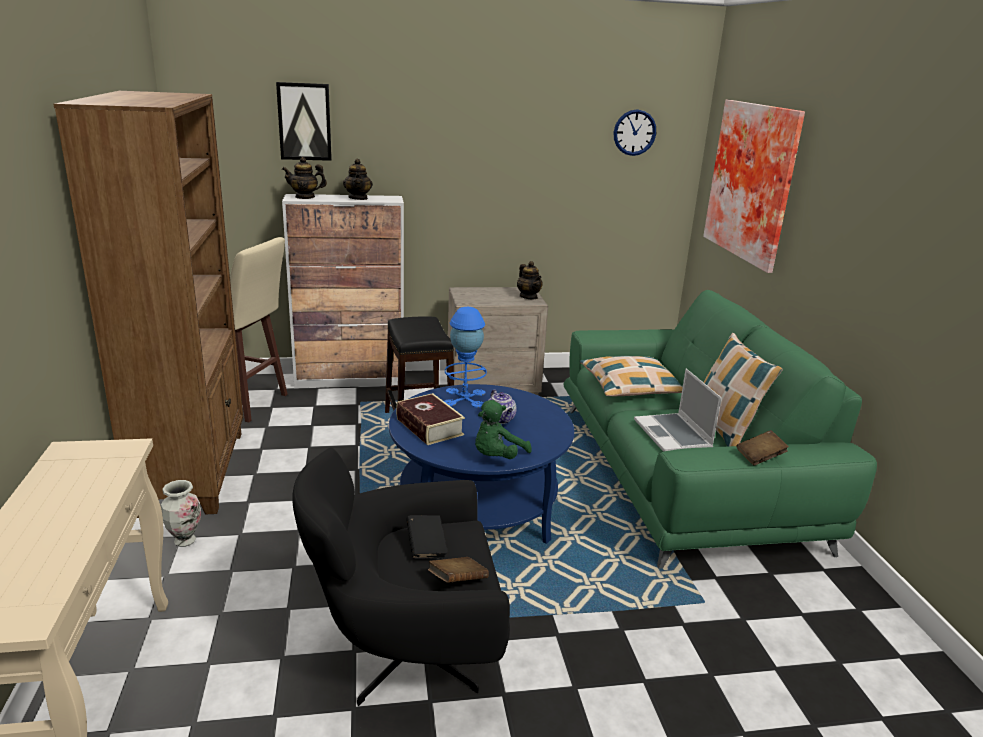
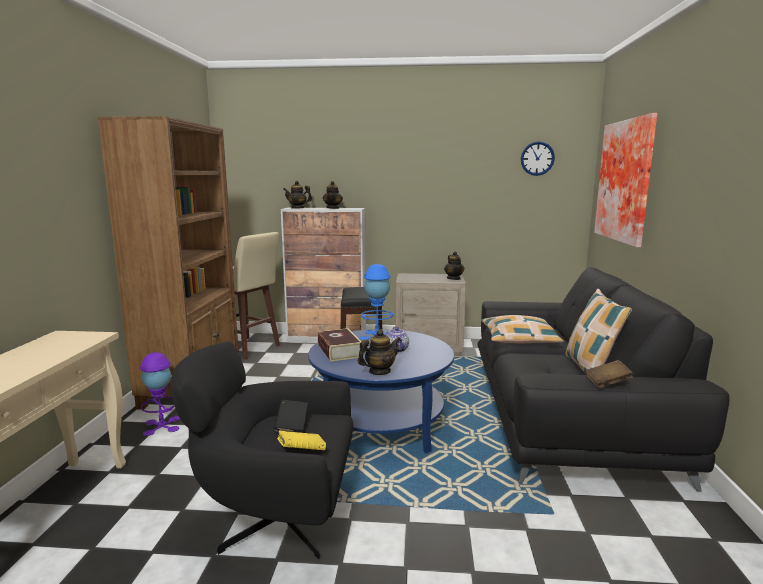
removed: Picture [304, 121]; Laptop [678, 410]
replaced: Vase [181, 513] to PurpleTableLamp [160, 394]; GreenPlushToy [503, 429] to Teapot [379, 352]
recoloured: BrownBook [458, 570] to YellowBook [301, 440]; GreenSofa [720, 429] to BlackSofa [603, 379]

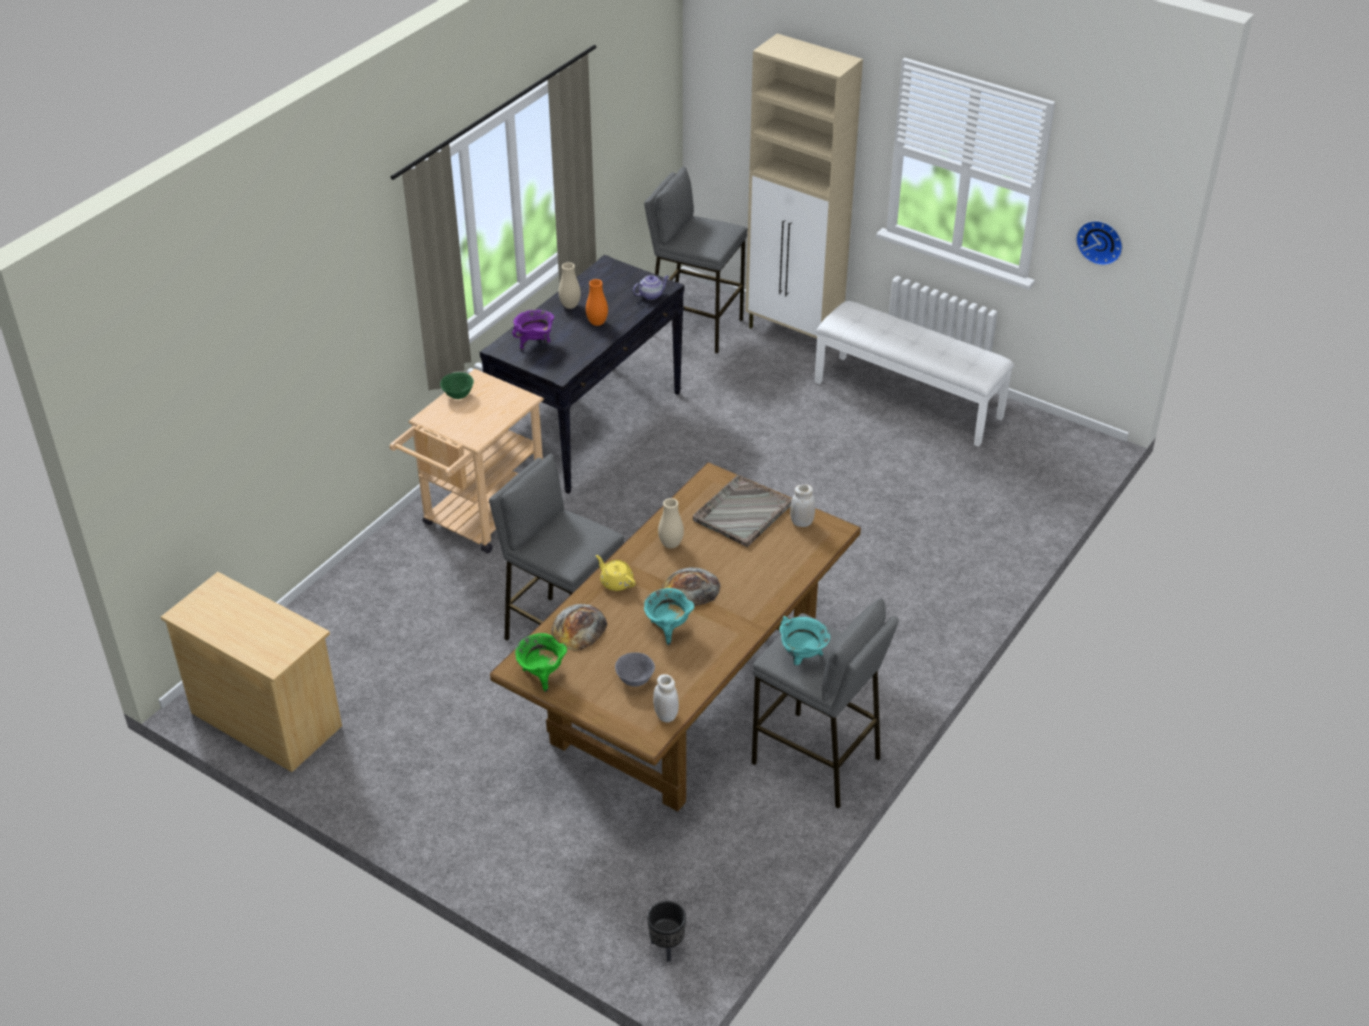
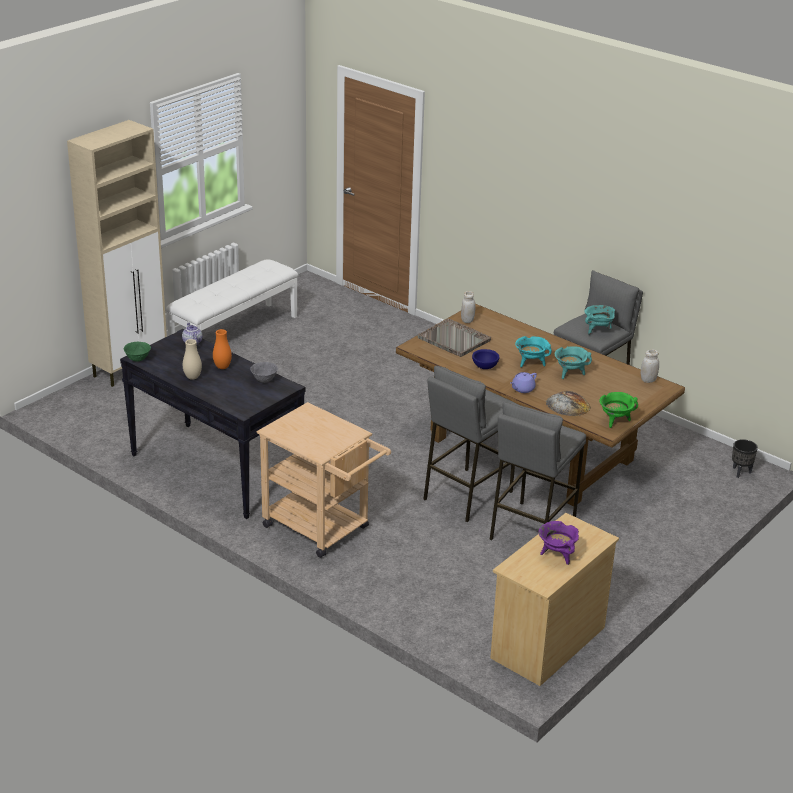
removed: WallClock [1099, 243]
moved: GreenBowl [457, 385] to [137, 352]; GreyBowl [635, 669] to [264, 372]; GreyStool [696, 260] to [537, 471]; PurpleCookingPot [533, 330] to [559, 543]
replaced: BeigeVase [671, 523] to BlueBowl [486, 359]; Bread [691, 586] to TurquoiseCookingPot [533, 351]
recoloured: YellowTeapot [616, 573] to PurpleTeapot [524, 382]

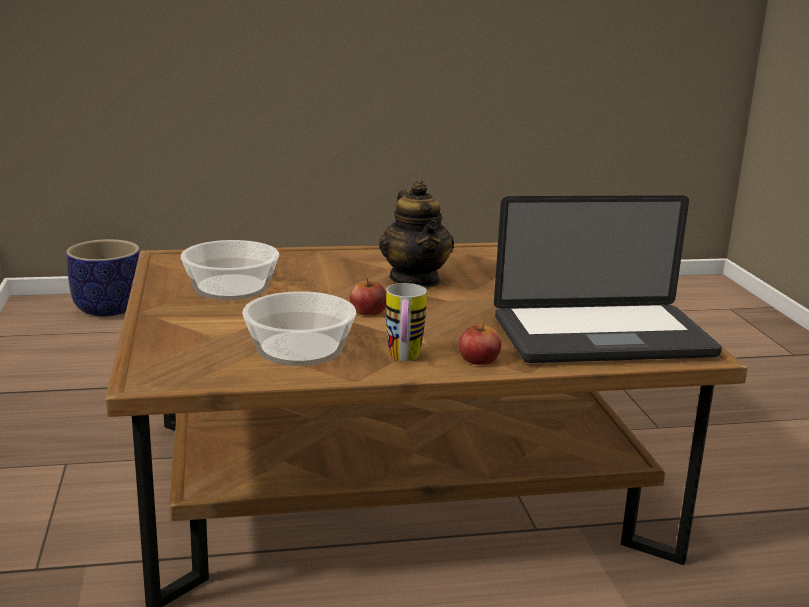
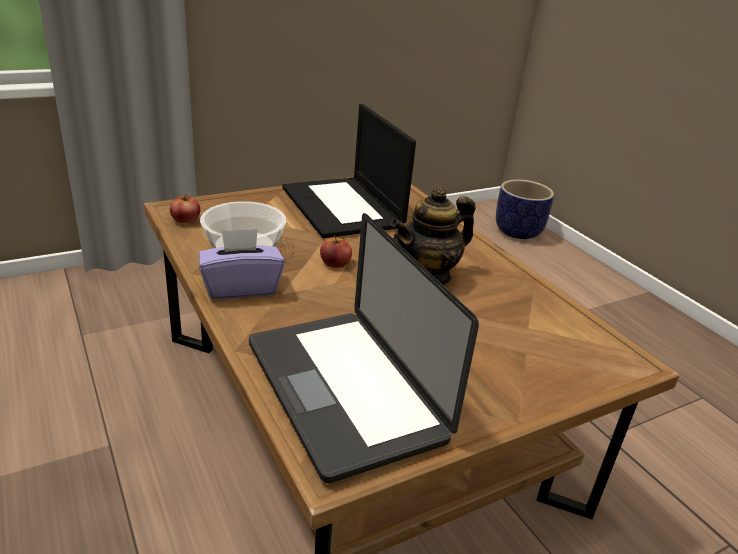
moved: Apple [480, 343] to [185, 208]
replaced: Mug [406, 322] to PurpleTissueBox [242, 264]; Bowl [230, 270] to Laptop [349, 171]

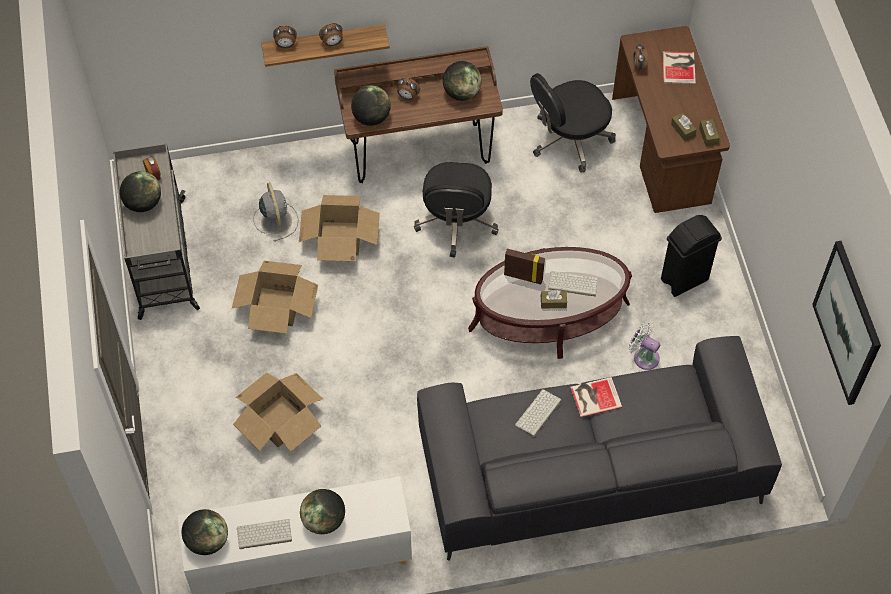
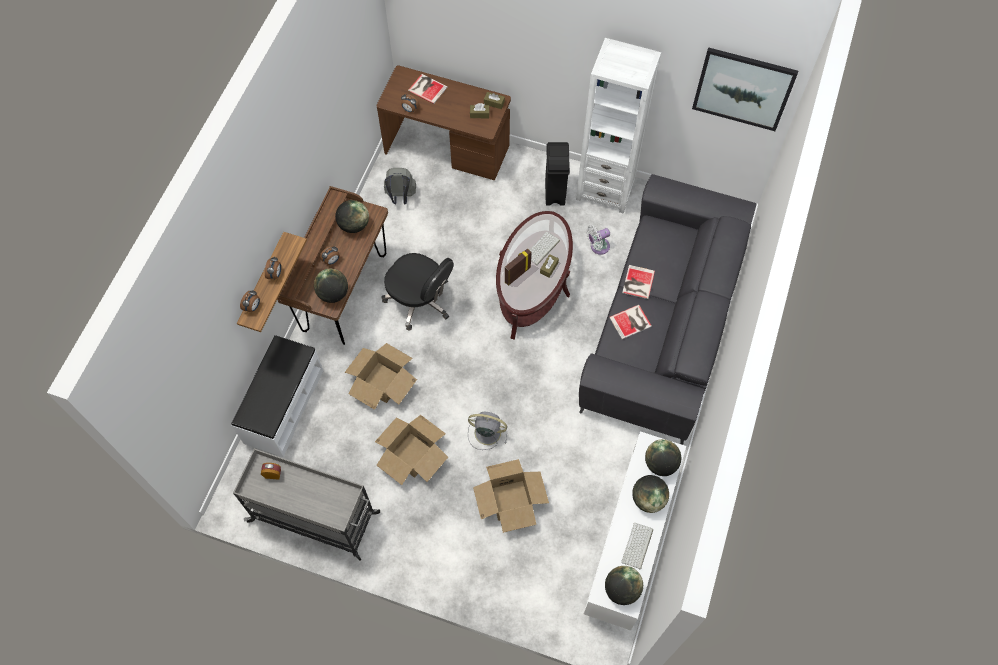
added: WhiteBench [277, 396]; WhiteBookcase [618, 126]
moved: GreyFan [275, 212] to [487, 431]; Globe [140, 191] to [663, 457]
replaced: BlackOfficeChair [573, 122] to GreyBackpack [400, 186]; Keyboard [538, 413] to Book [630, 322]

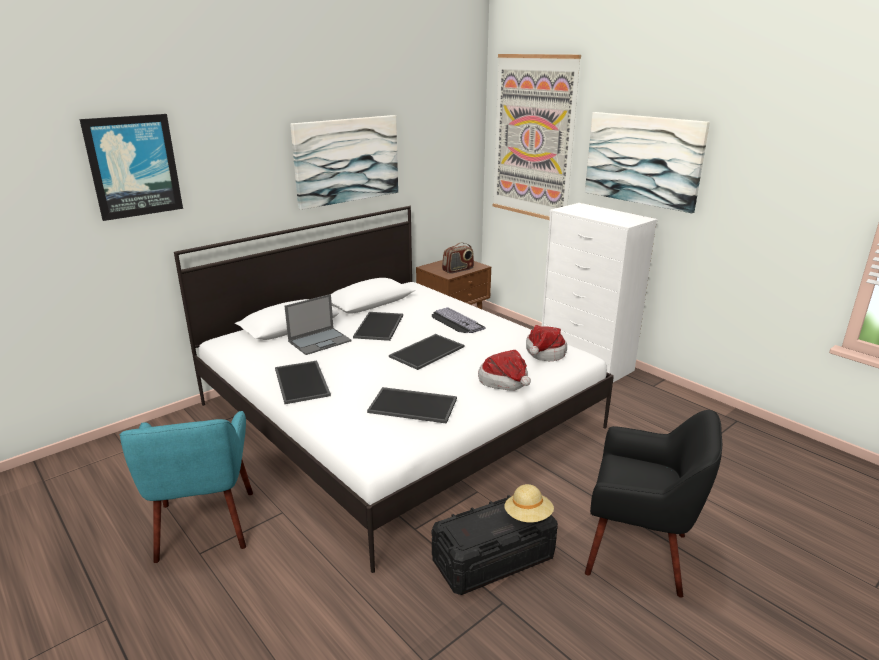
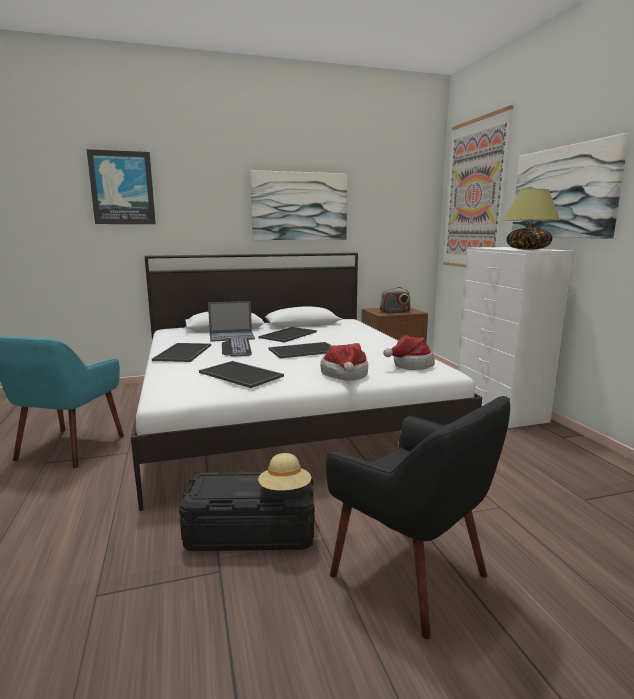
added: TableLamp [531, 219]
moved: Keyboard [459, 320] to [237, 347]

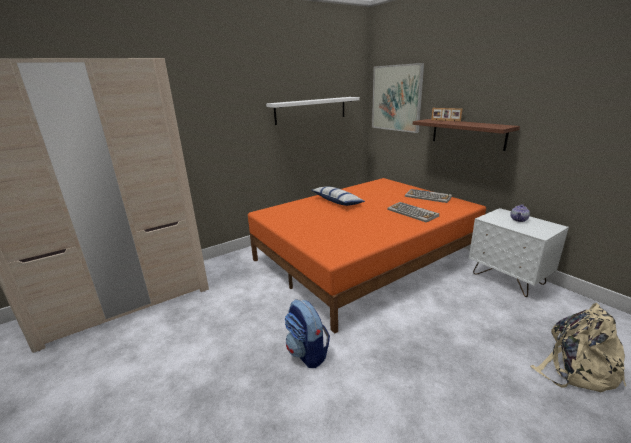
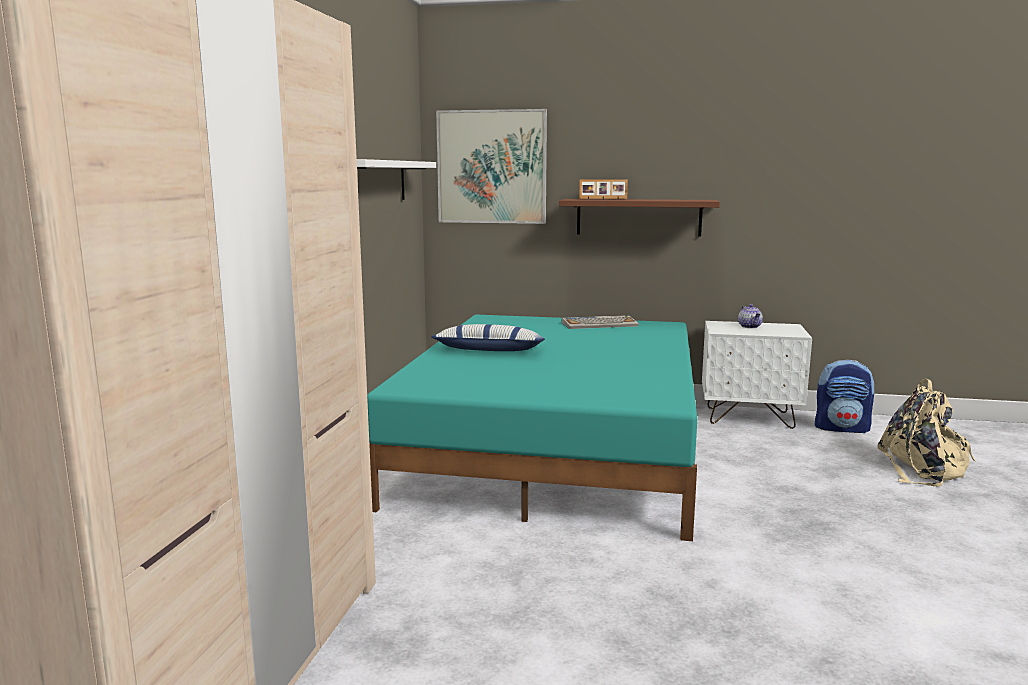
removed: Keyboard [413, 212]
moved: Backpack [307, 333] to [845, 396]
recoloured: OrangeBed [367, 256] to TurquoiseBed [532, 428]

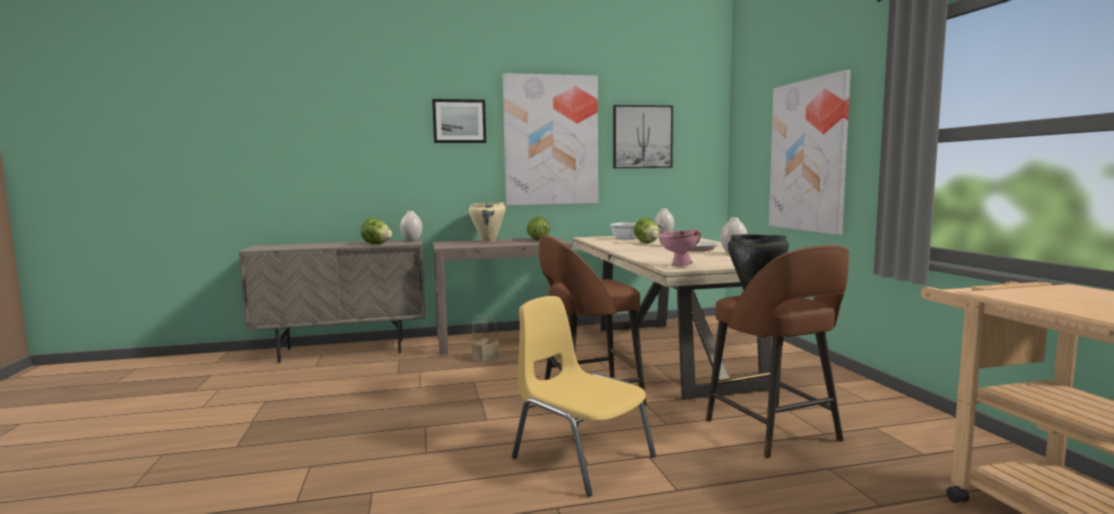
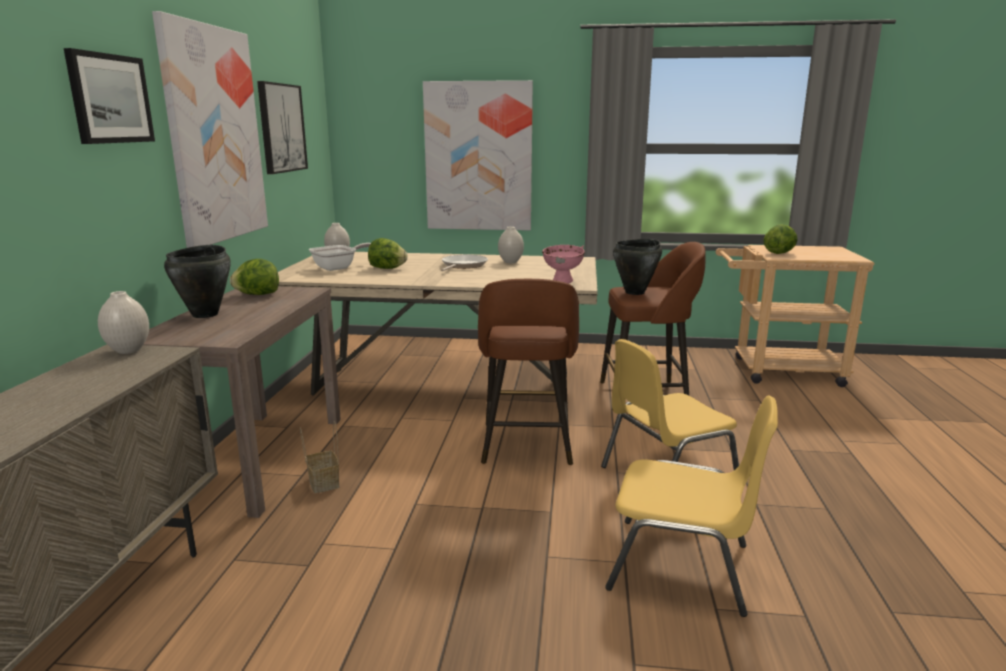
added: YellowChair [691, 506]
moved: Lettuce [376, 231] to [780, 239]
recoloured: BeigeCookingPot [487, 222] to BlackCookingPot [197, 281]

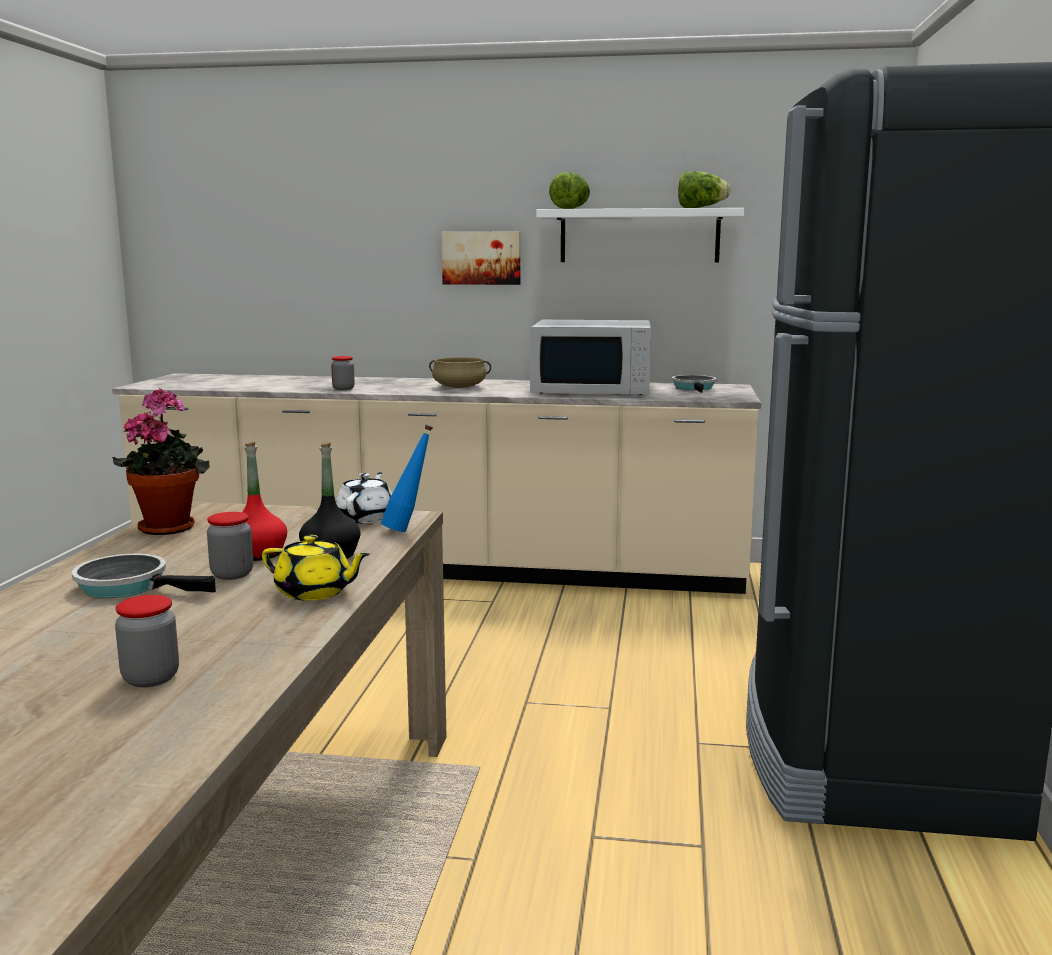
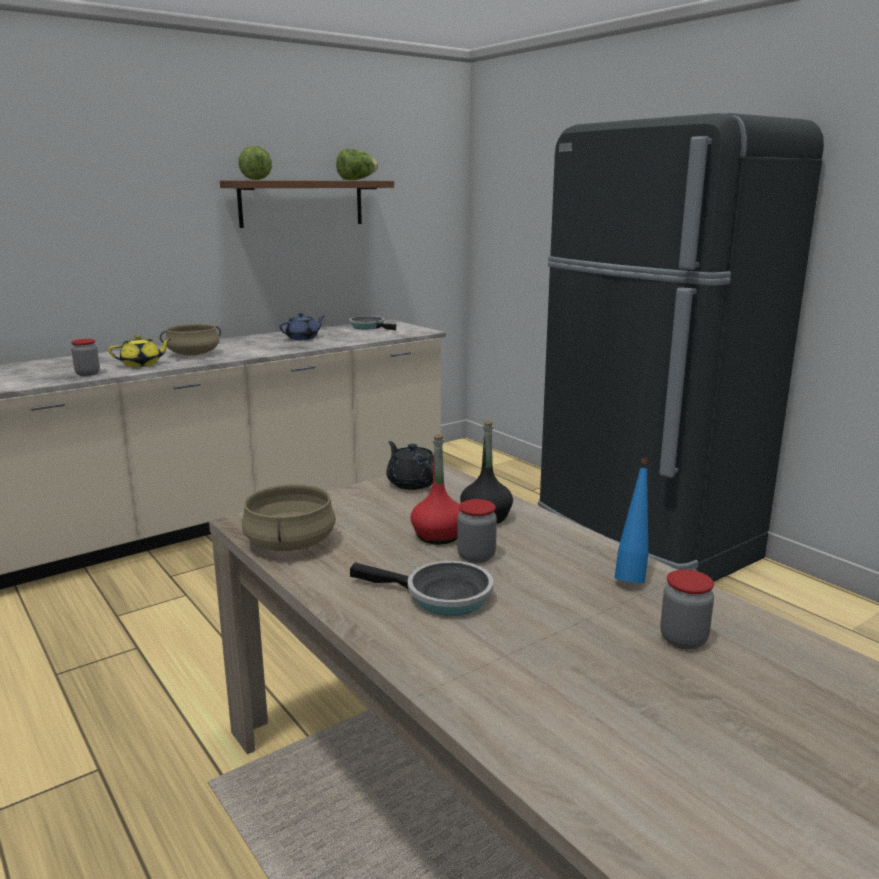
removed: Picture [480, 258]
moved: YellowTeapot [316, 568] to [140, 351]; BlueBottle [407, 478] to [632, 520]
replaced: PottedPlant [160, 461] to BeigeCookingPot [289, 517]; WhiteMicrowave [590, 357] to BlueTeapot [302, 326]
recoloured: WhiteShelf [640, 235] to BrownShelf [307, 204]; WhiteTeapot [364, 497] to BlackTeapot [410, 465]
turned: FryingPan [144, 576] = [421, 588] 135 degrees counterclockwise

